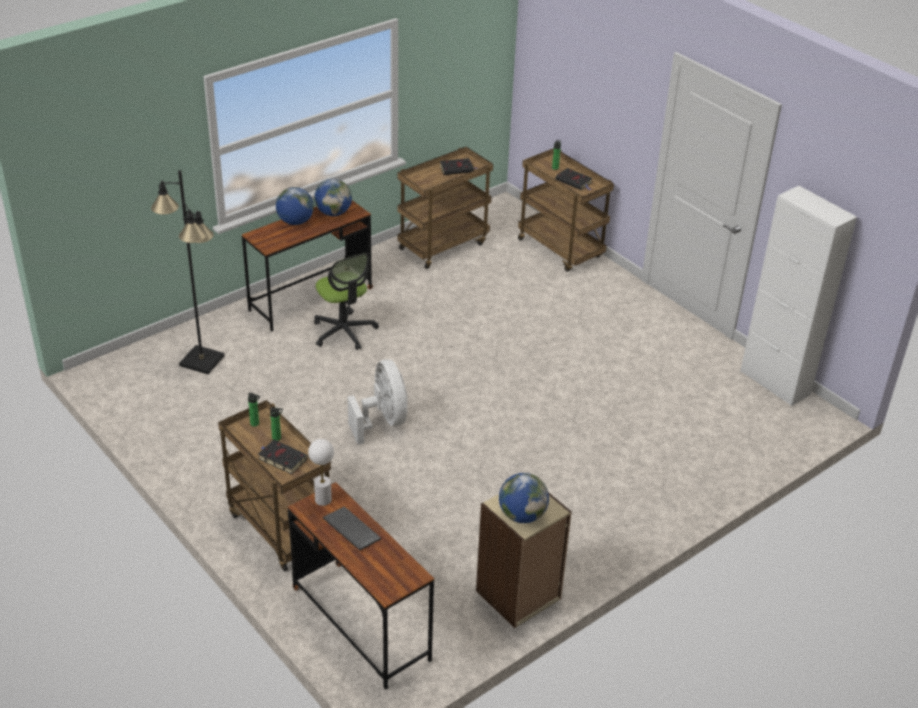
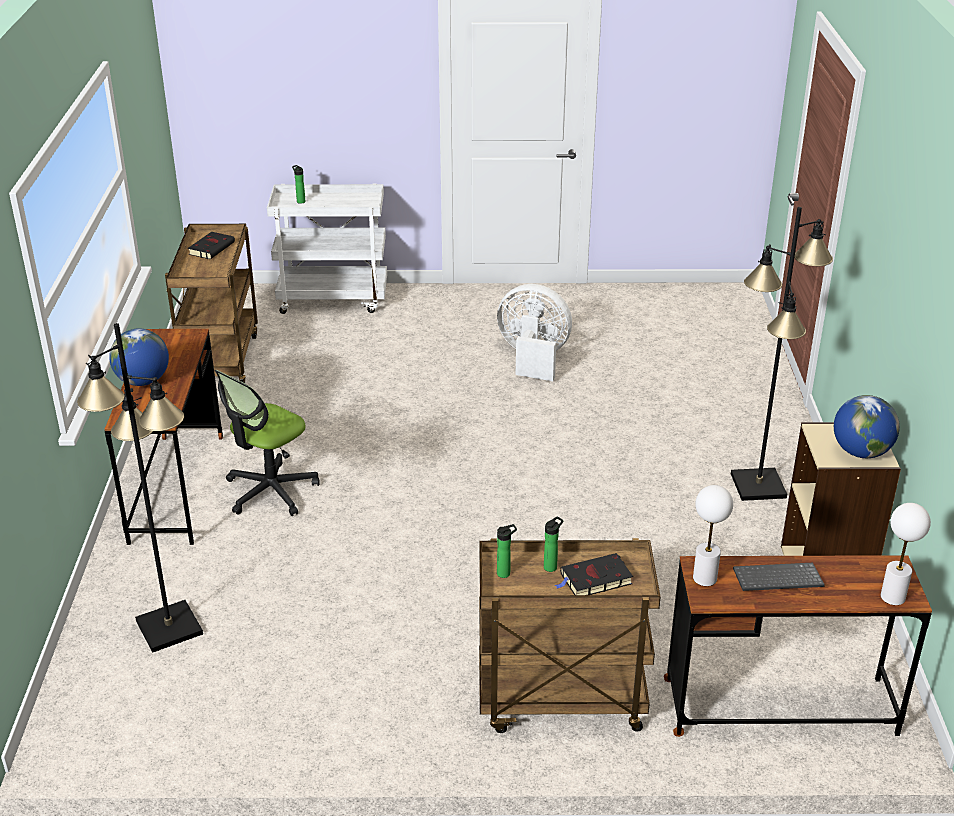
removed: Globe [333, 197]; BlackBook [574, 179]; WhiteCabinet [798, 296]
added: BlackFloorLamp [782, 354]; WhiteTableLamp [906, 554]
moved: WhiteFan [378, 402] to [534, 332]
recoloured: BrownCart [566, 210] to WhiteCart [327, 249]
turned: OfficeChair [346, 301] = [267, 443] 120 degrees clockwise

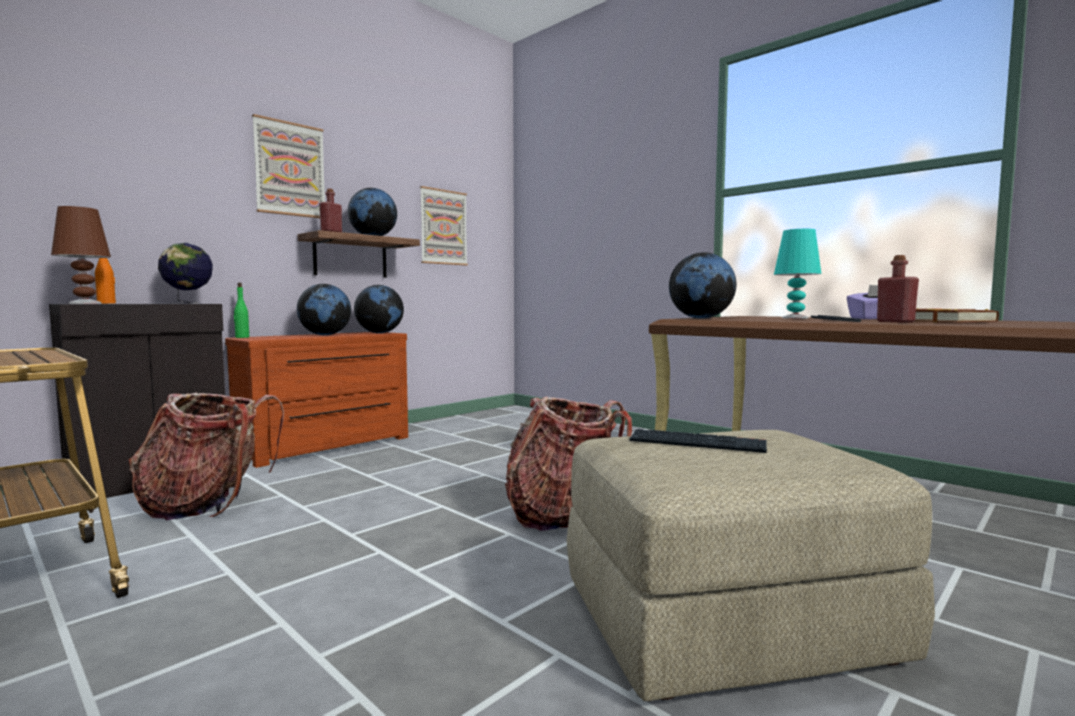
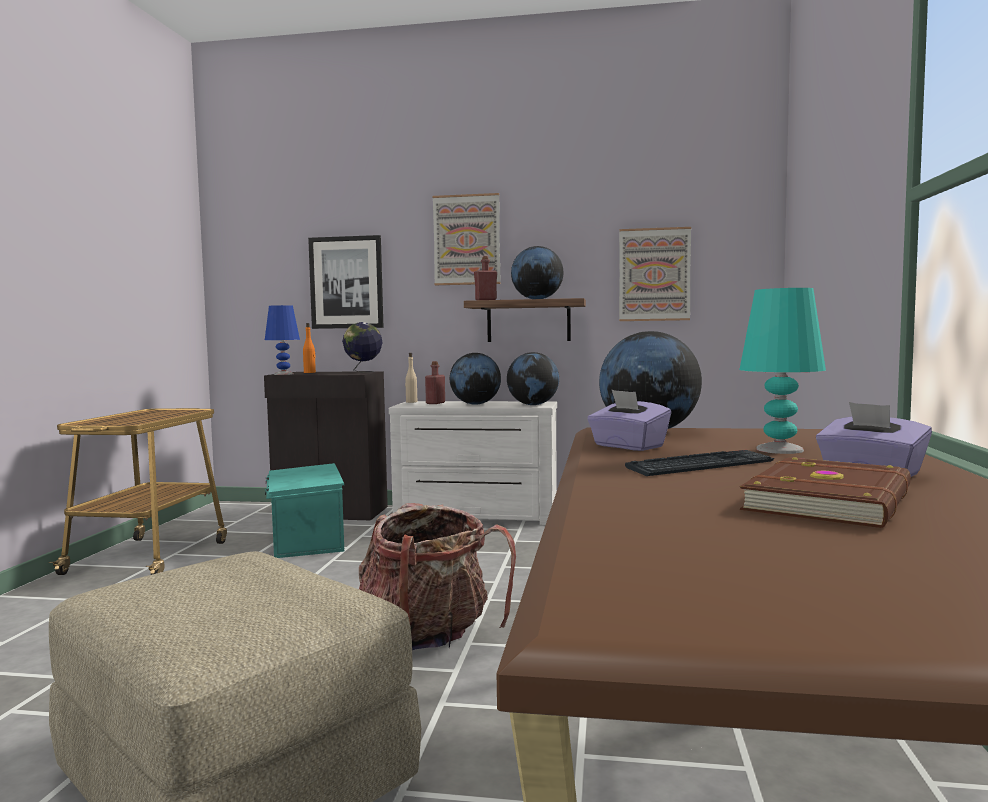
removed: Keyboard [698, 441]
added: Picture [345, 282]; PurpleTissueBox [629, 420]
moved: RedBottle [898, 289] to [435, 382]
replaced: Backpack [206, 456] to TurquoiseStorageBox [304, 510]
recoloured: BrownTableLamp [81, 255] to BlueTableLamp [282, 340]; BrownDresser [316, 400] to WhiteDresser [473, 463]; GreenBottle [241, 310] to BeigeBottle [411, 378]

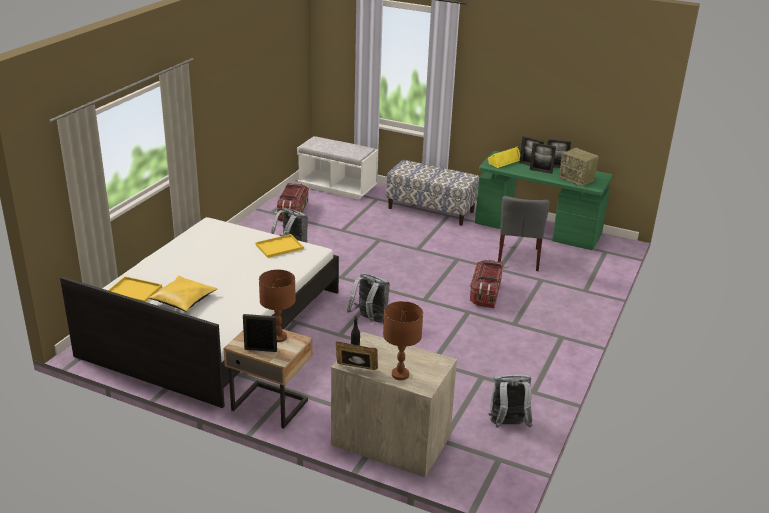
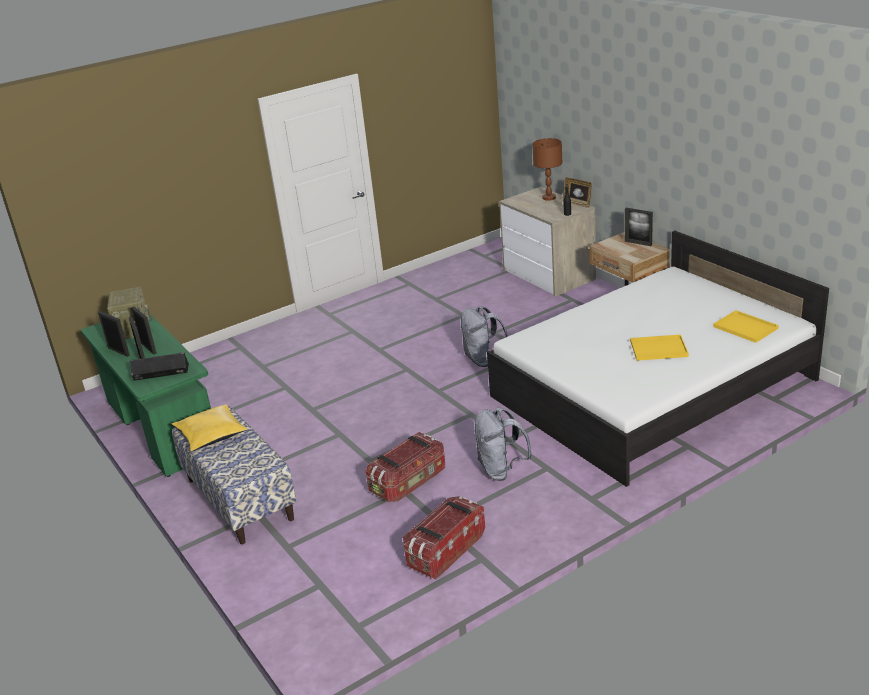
removed: BrownTableLamp [277, 306]; WhiteBench [337, 168]; GreyBackpack [510, 401]; GreyChair [524, 233]
moved: YellowPillow [183, 294] to [209, 428]; StorageBox [486, 283] to [405, 467]; YellowTray [279, 246] to [659, 347]
recoloured: YellowSpeaker [504, 157] to BlackSpeaker [159, 366]

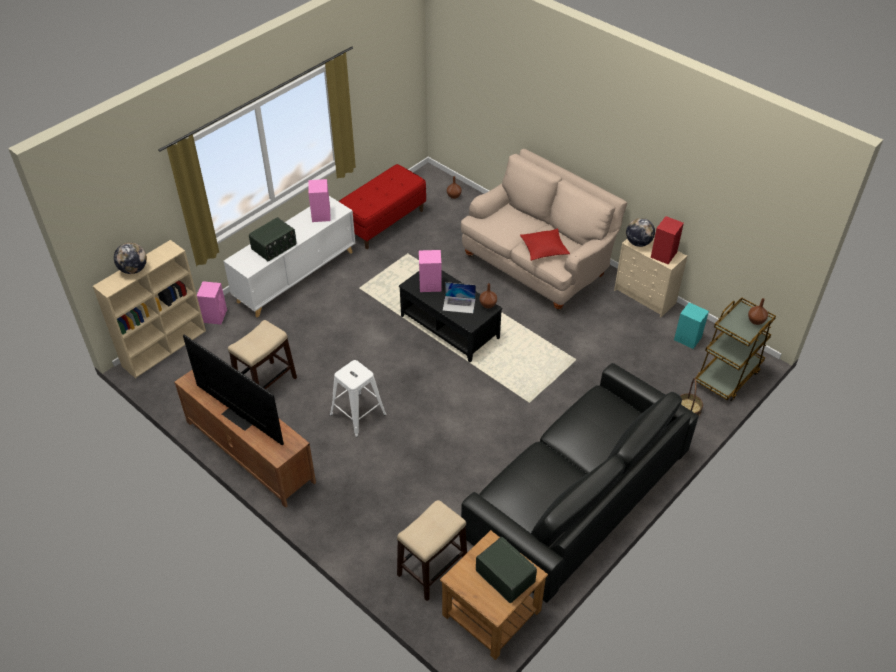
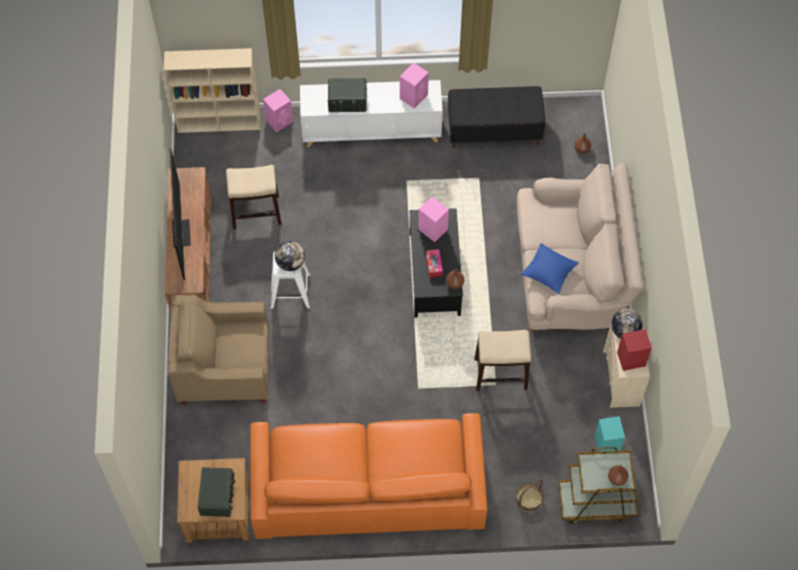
added: BeigeArmchair [218, 349]
moved: Globe [130, 258] to [290, 256]; Stool [432, 550] to [503, 360]
replaced: Laptop [459, 297] to TissueBox [434, 263]
recoloured: BlackSofa [580, 483] to OrangeSofa [368, 476]; RedBench [382, 206] to BlackBench [496, 117]; RedPillow [545, 244] to BluePillow [550, 268]

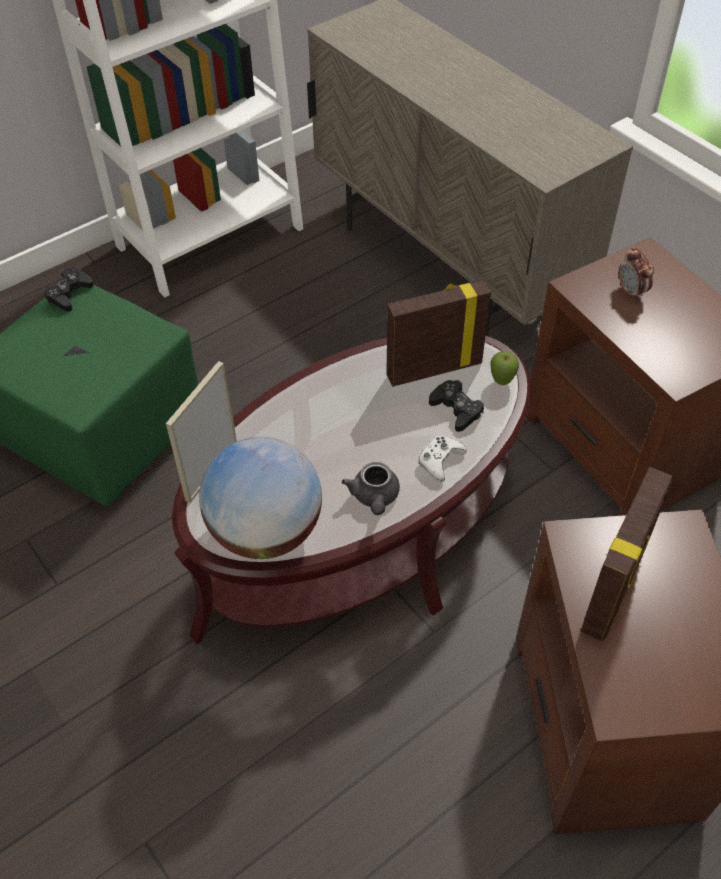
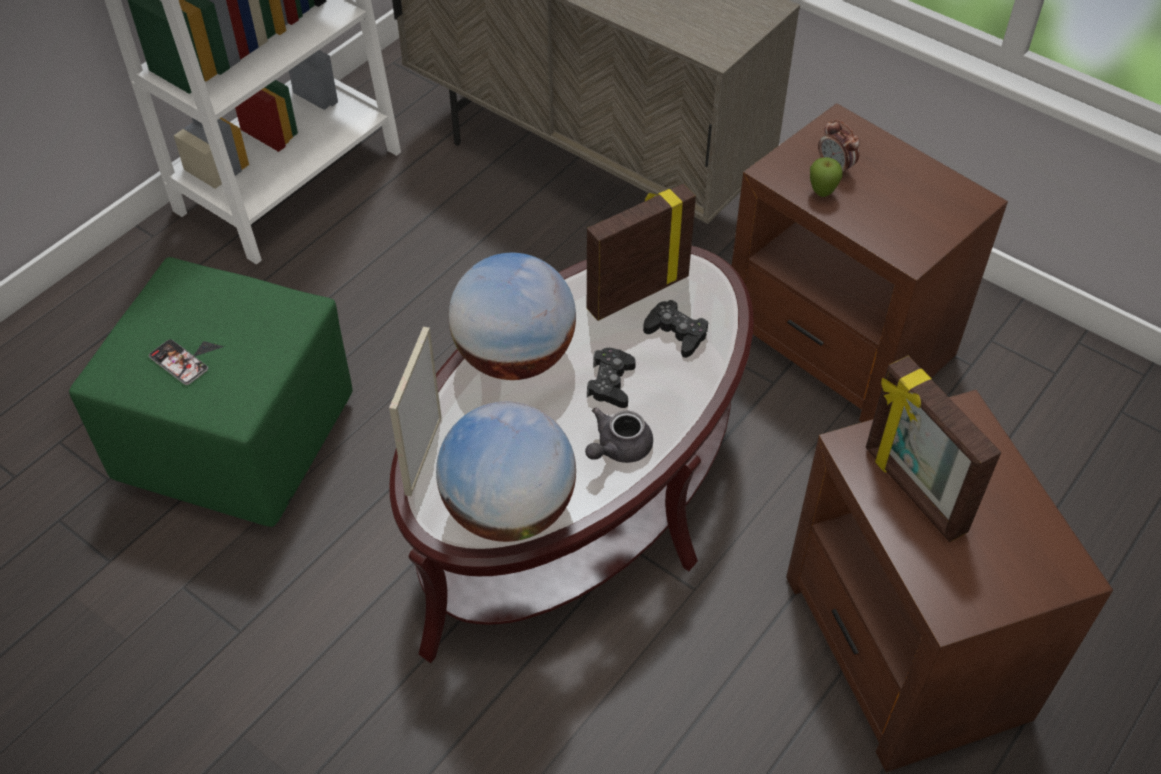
removed: WhiteGameController [442, 459]
added: Phone [178, 362]; Globe [512, 316]
moved: BlackGameController [68, 290] to [611, 378]; Apple [504, 368] to [826, 177]
turned: GreyTeapot [371, 488] = [619, 435] 60 degrees clockwise; PictureFrame [626, 554] = [933, 449] 135 degrees clockwise

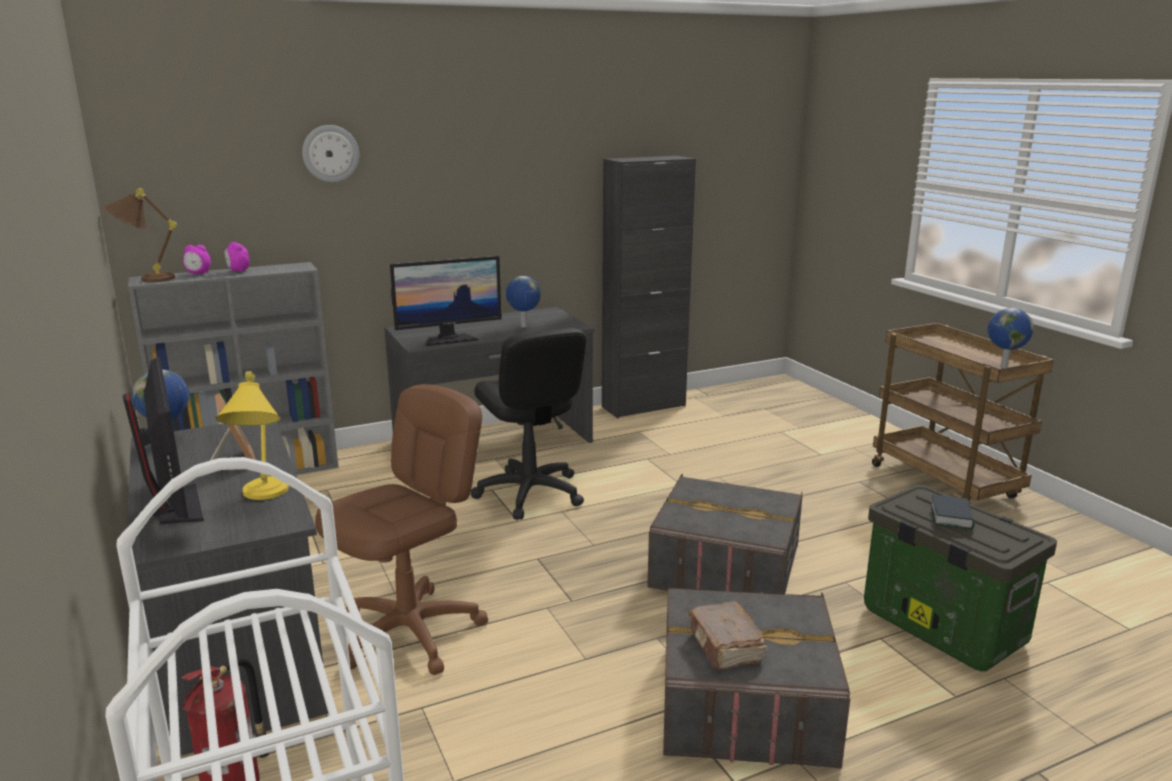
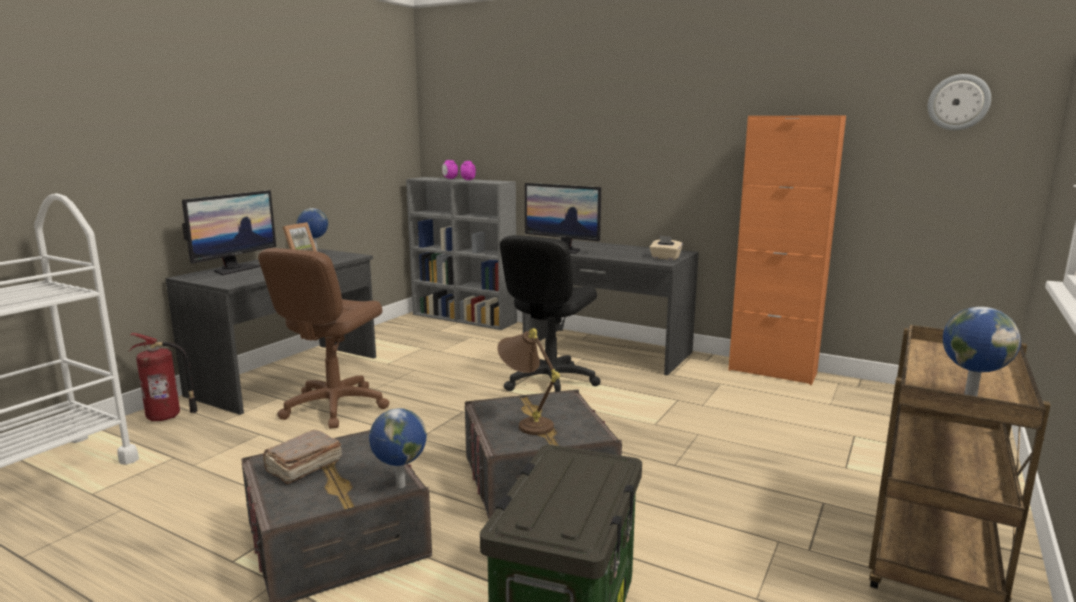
removed: YellowTableLamp [252, 435]; Book [952, 512]
added: BeigeTissueBox [666, 247]
moved: Globe [523, 302] to [398, 448]; BrownTableLamp [140, 235] to [528, 381]; WallClock [330, 153] to [959, 102]
recoloured: BlackCabinet [649, 287] to OrangeCabinet [787, 250]
turned: BrownOfficeChair [401, 529] = [323, 338] 105 degrees clockwise

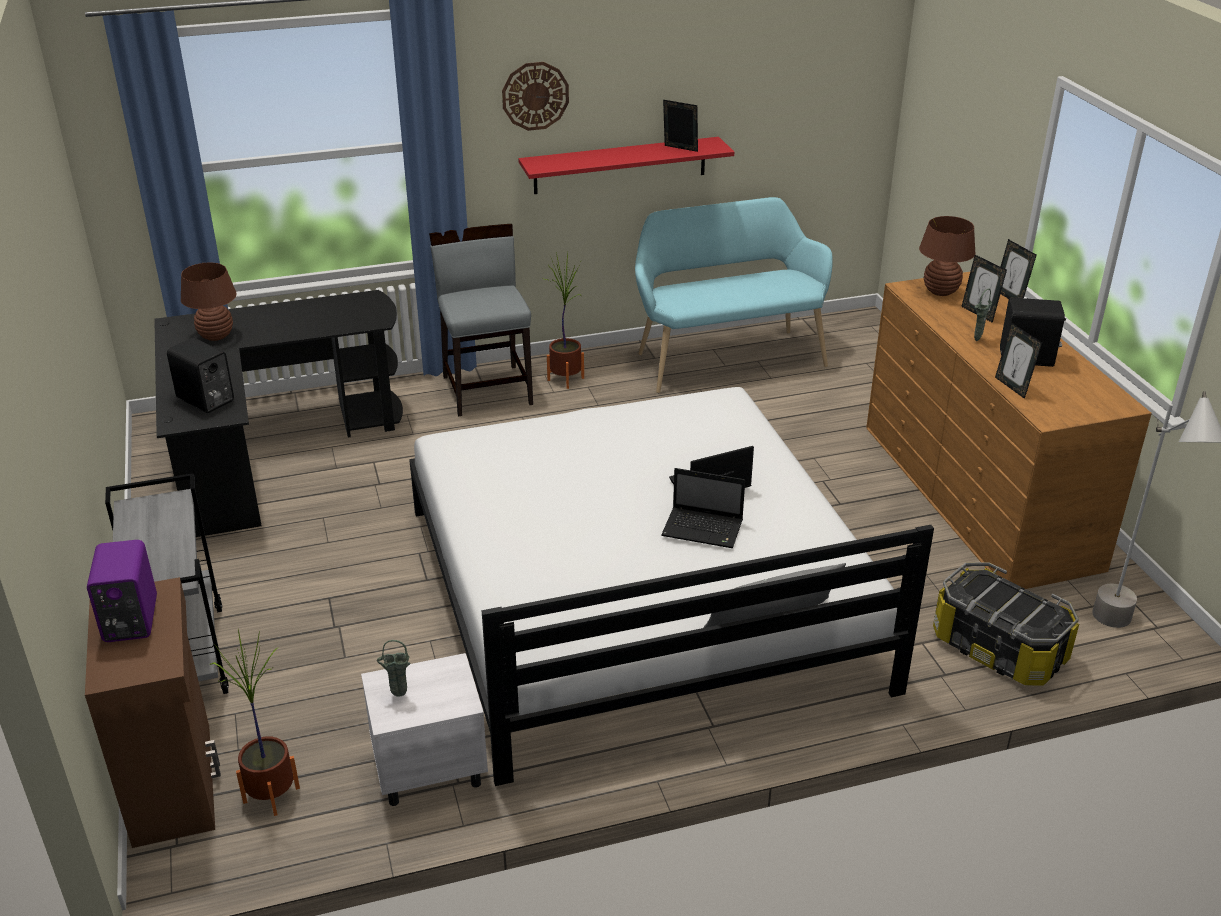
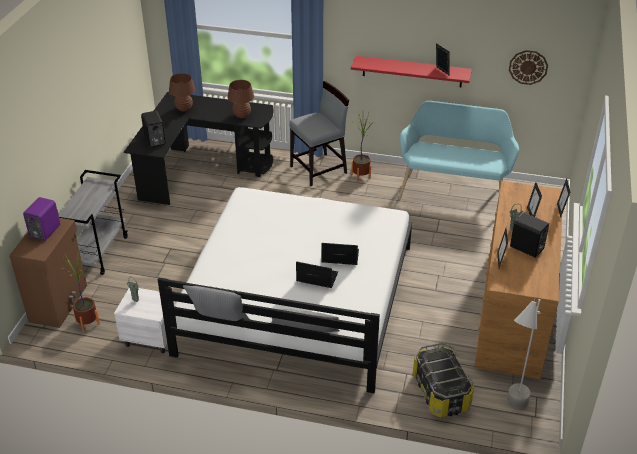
added: GreyPillow [216, 303]
moved: BrownTableLamp [947, 256] to [240, 99]; WallClock [535, 96] to [528, 67]
turned: GreyChair [481, 320] = [319, 133] 45 degrees clockwise; Laptop [703, 508] = [317, 274] 150 degrees clockwise

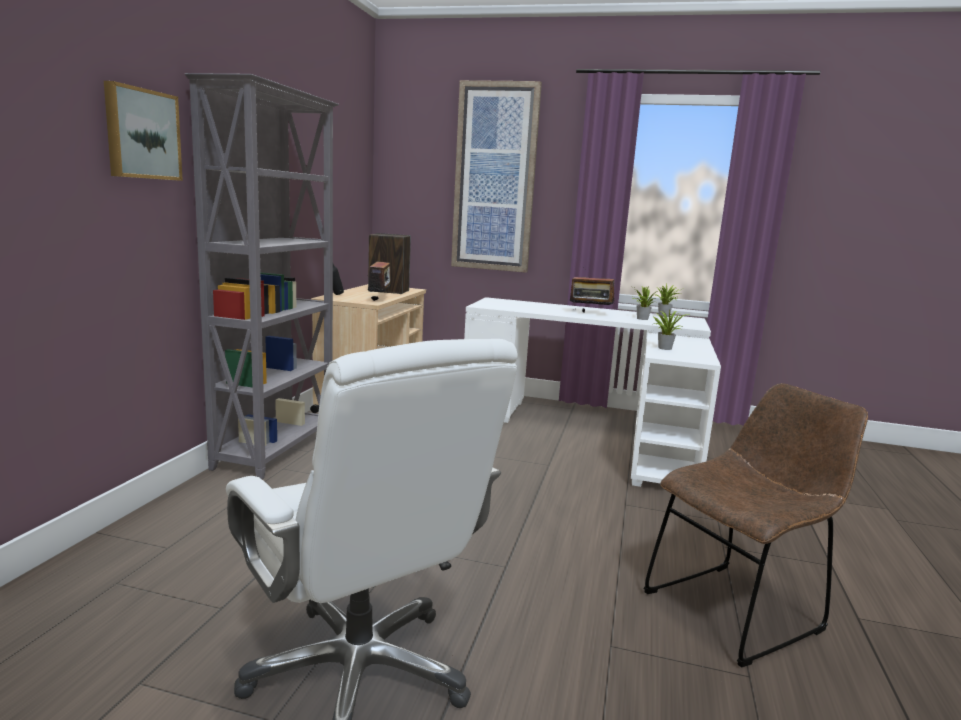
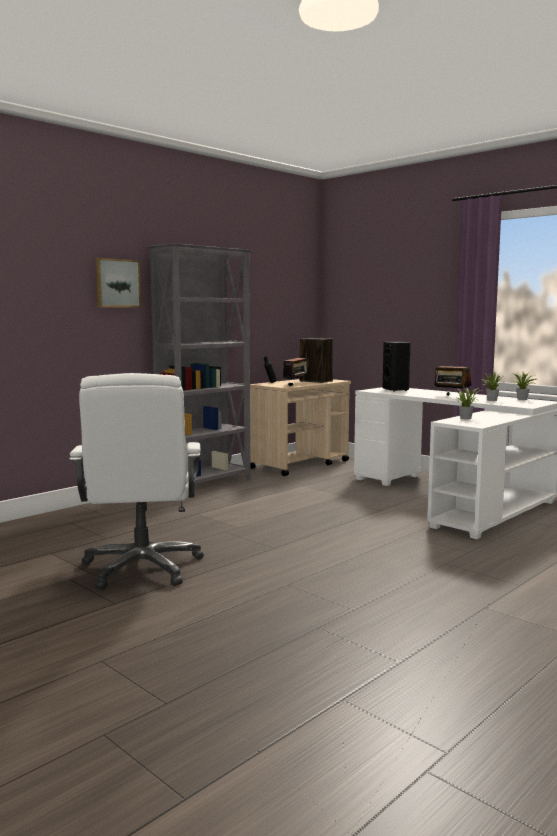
removed: Picture [496, 176]; BrownChair [756, 525]
added: BlackSpeaker [397, 367]

